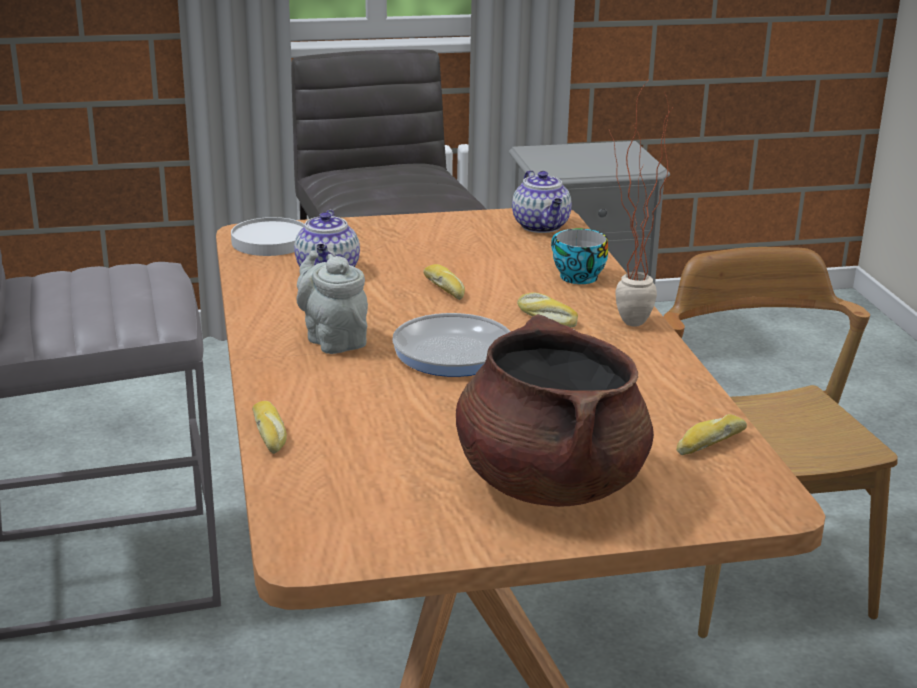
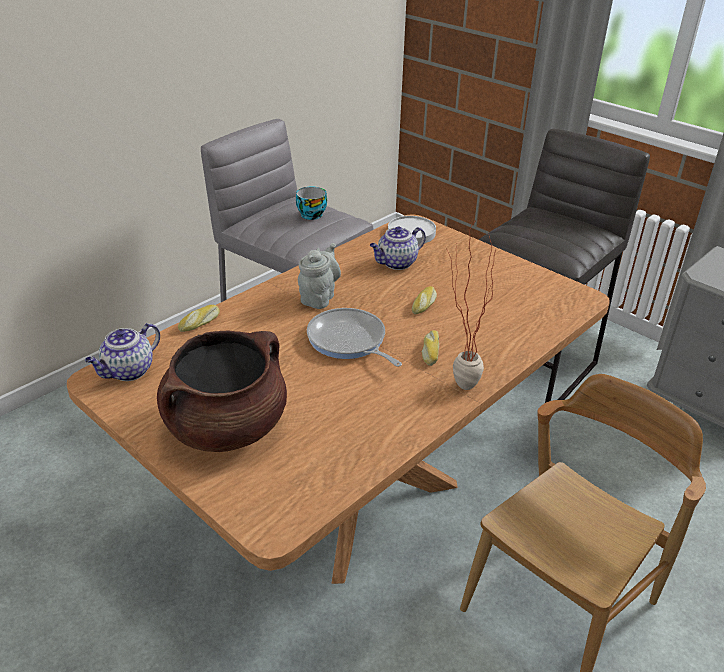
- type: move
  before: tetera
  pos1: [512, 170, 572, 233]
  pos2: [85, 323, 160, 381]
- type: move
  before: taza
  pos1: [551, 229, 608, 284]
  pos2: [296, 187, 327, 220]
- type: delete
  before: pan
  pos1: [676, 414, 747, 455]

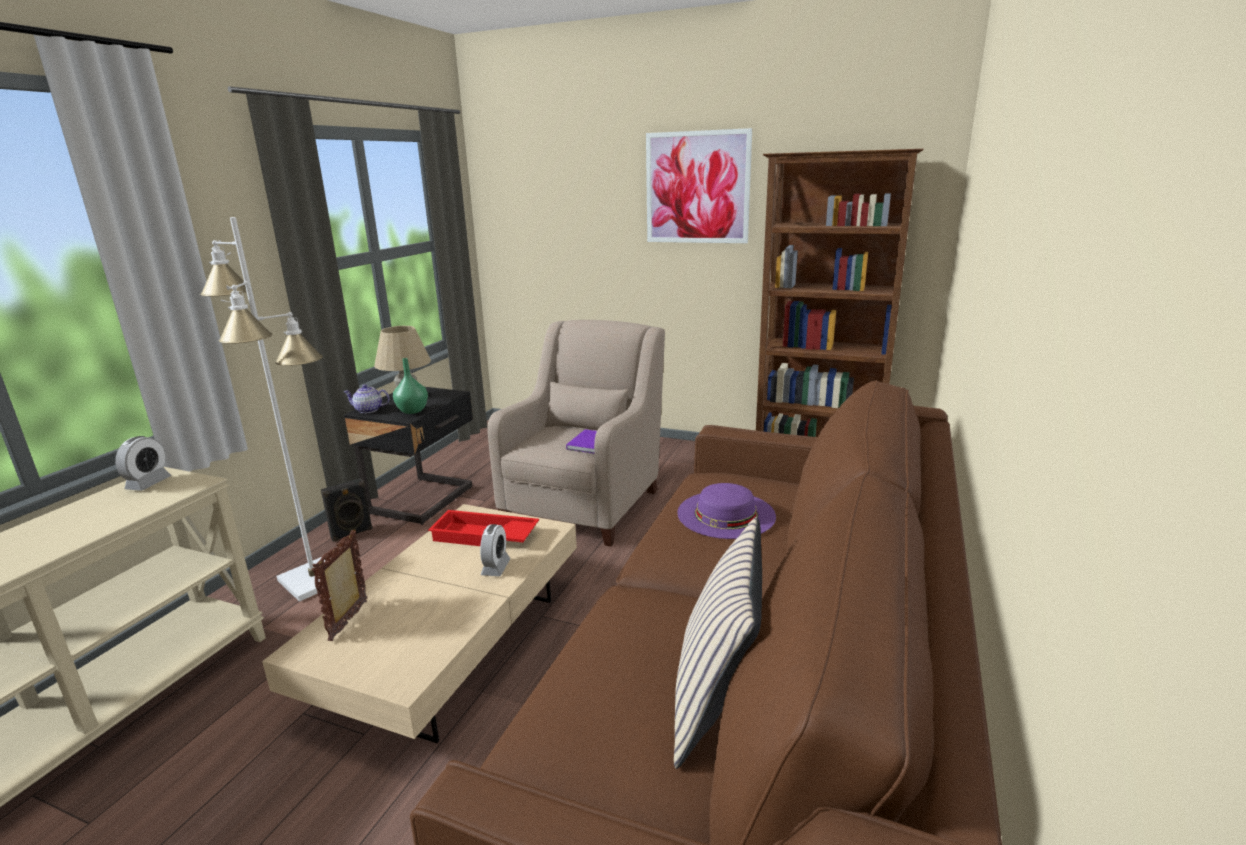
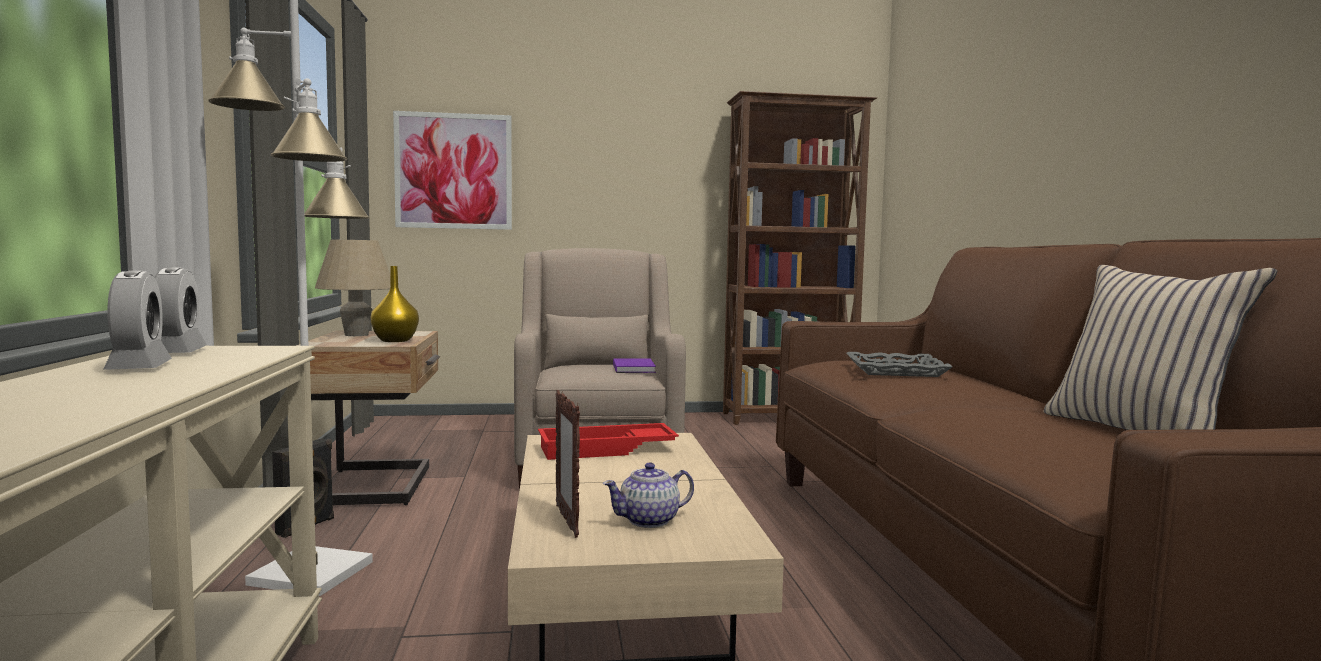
- type: move
  before: cuadro
  pos1: [646, 128, 752, 243]
  pos2: [393, 111, 512, 230]
- type: recolor
  before: florero [verde]
  after: florero [amarillo]
  pos1: [393, 358, 428, 414]
  pos2: [370, 266, 419, 342]
- type: move
  before: tetera
  pos1: [343, 384, 390, 413]
  pos2: [603, 462, 694, 528]
- type: recolor
  before: mesita de noche [negro]
  after: mesita de noche [beis]
  pos1: [344, 387, 473, 525]
  pos2: [296, 331, 440, 505]
- type: replace
  before: sombrero [morado]
  after: bandeja [gris]
  pos1: [677, 483, 776, 539]
  pos2: [846, 352, 953, 377]
- type: move
  before: despertador
  pos1: [480, 524, 511, 576]
  pos2: [103, 270, 172, 370]

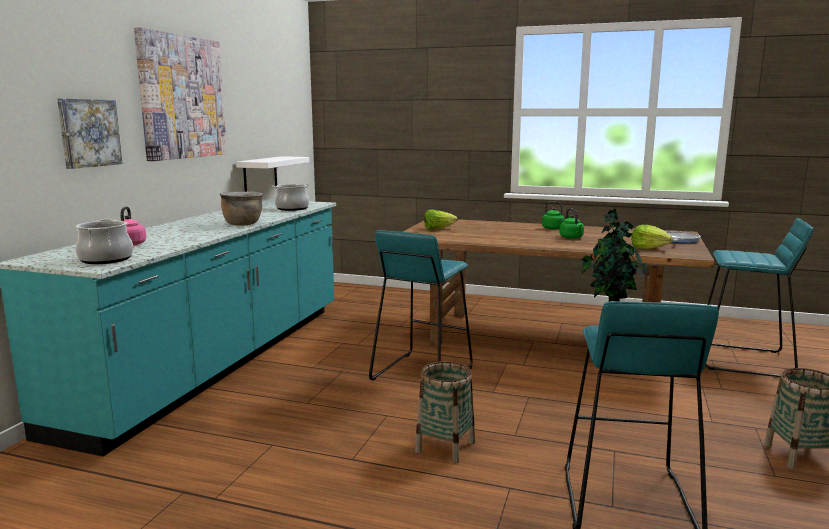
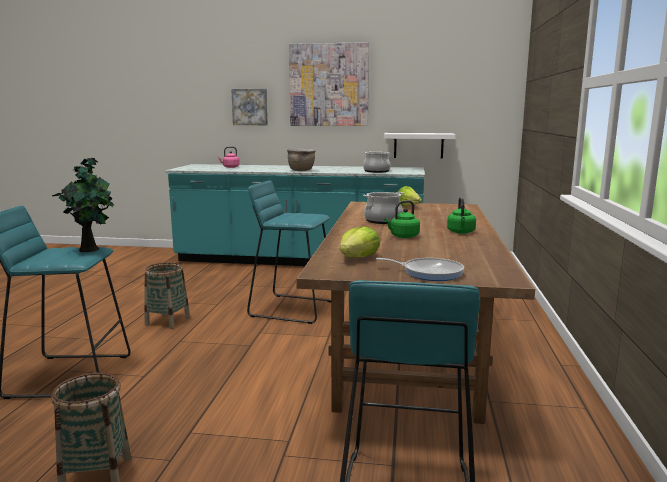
- type: move
  before: olla
  pos1: [75, 219, 133, 264]
  pos2: [363, 192, 404, 224]

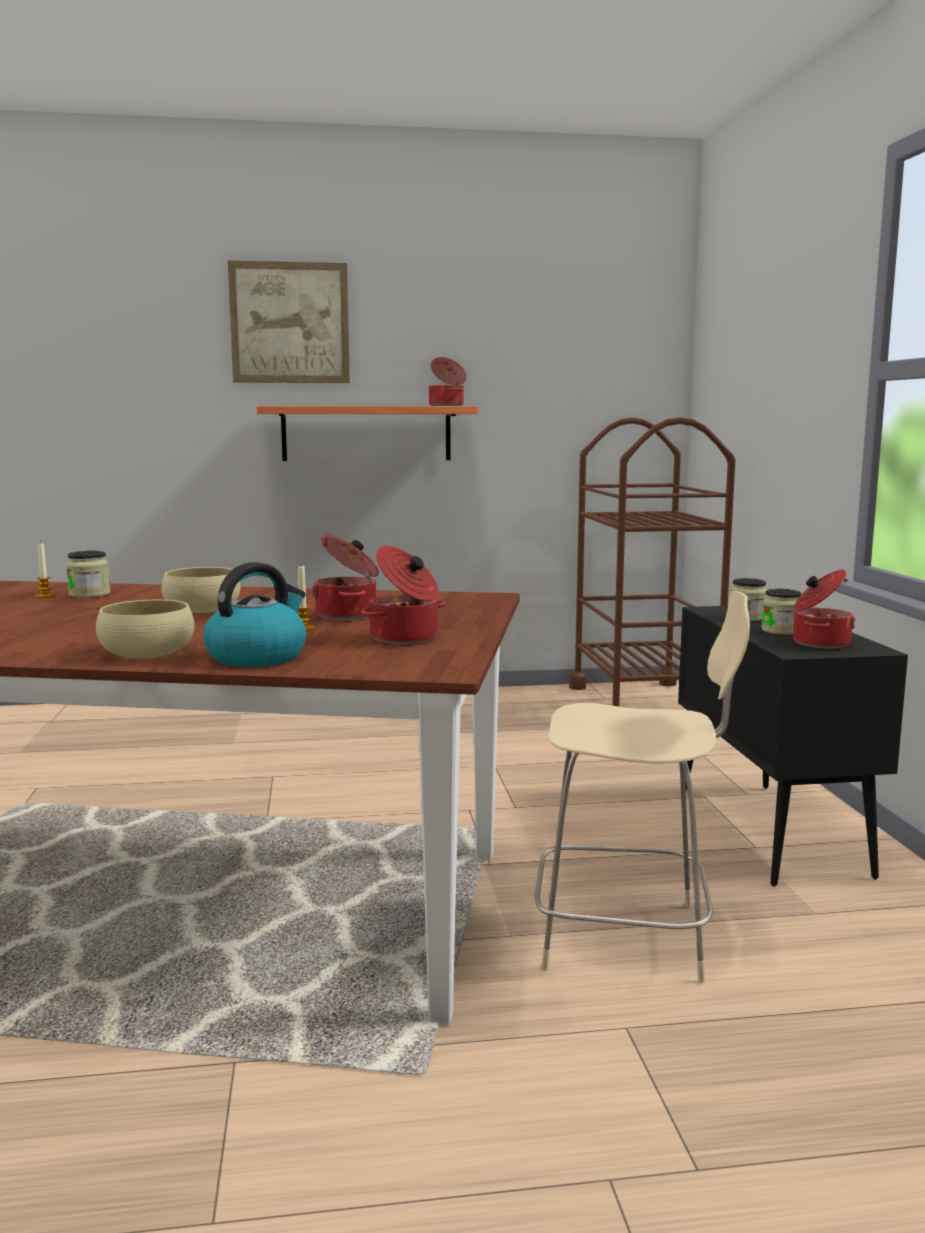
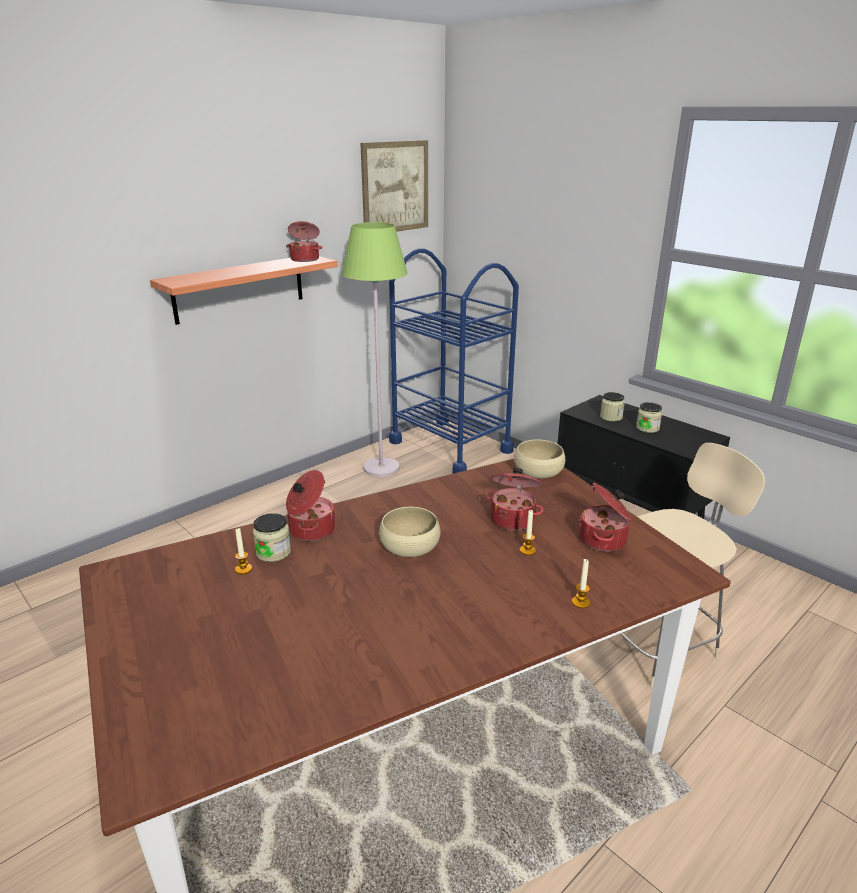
- type: move
  before: cuadro
  pos1: [228, 260, 350, 383]
  pos2: [360, 140, 428, 232]
- type: recolor
  before: carrito [marrón]
  after: carrito [azul]
  pos1: [569, 417, 735, 707]
  pos2: [389, 248, 519, 474]
- type: replace
  before: hervidor
  after: vela
  pos1: [204, 562, 306, 667]
  pos2: [572, 559, 590, 608]
- type: move
  before: olla
  pos1: [793, 570, 855, 649]
  pos2: [286, 470, 336, 541]
- type: move
  before: cuenco [beis]
  pos1: [96, 600, 194, 659]
  pos2: [514, 440, 565, 478]
- type: insert
  after: lámpara de pie [verde]
  pos2: [342, 222, 407, 477]

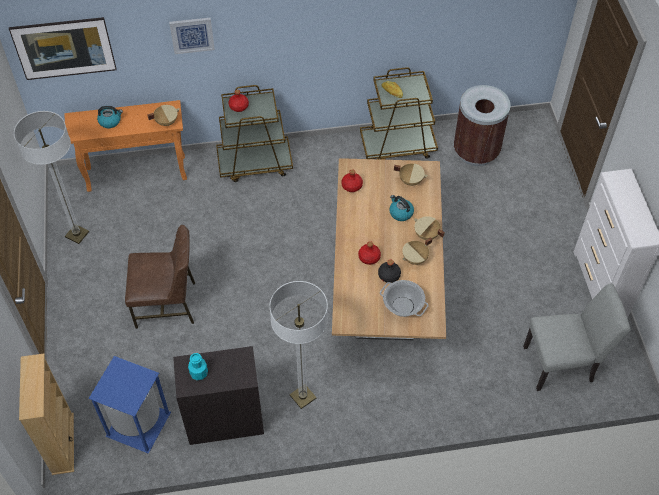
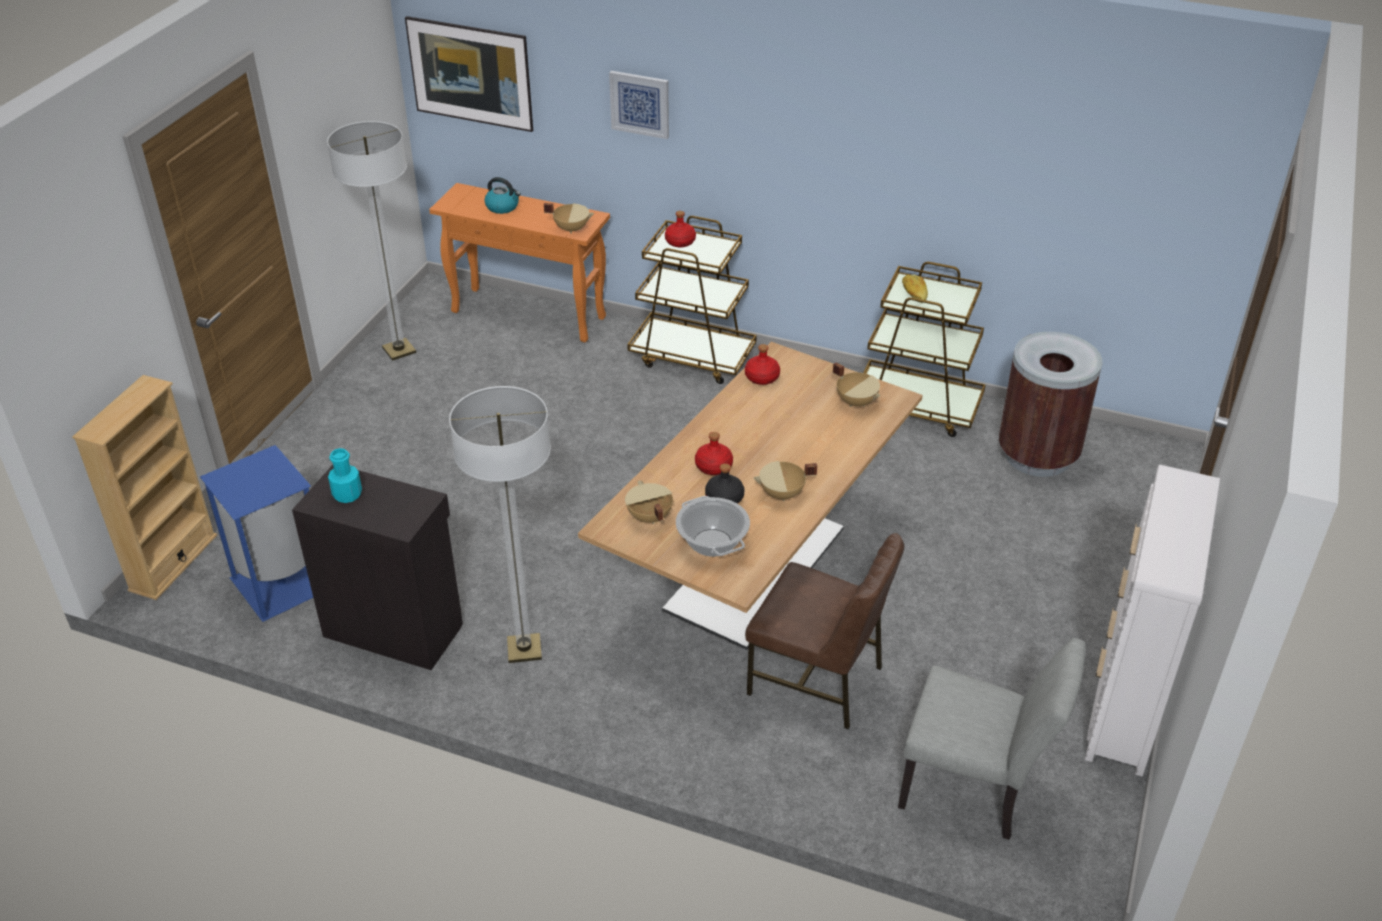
- type: delete
  before: hervidor
  pos1: [389, 195, 414, 221]
- type: move
  before: olla [beis]
  pos1: [414, 216, 445, 240]
  pos2: [625, 480, 673, 524]
- type: move
  before: silla [marrón]
  pos1: [125, 225, 195, 329]
  pos2: [745, 533, 904, 729]

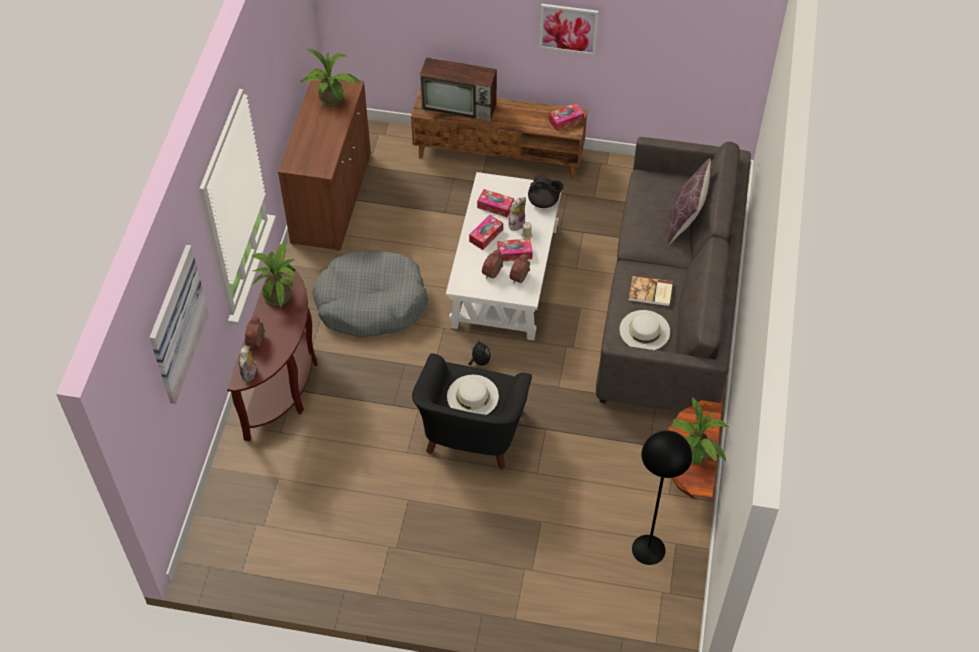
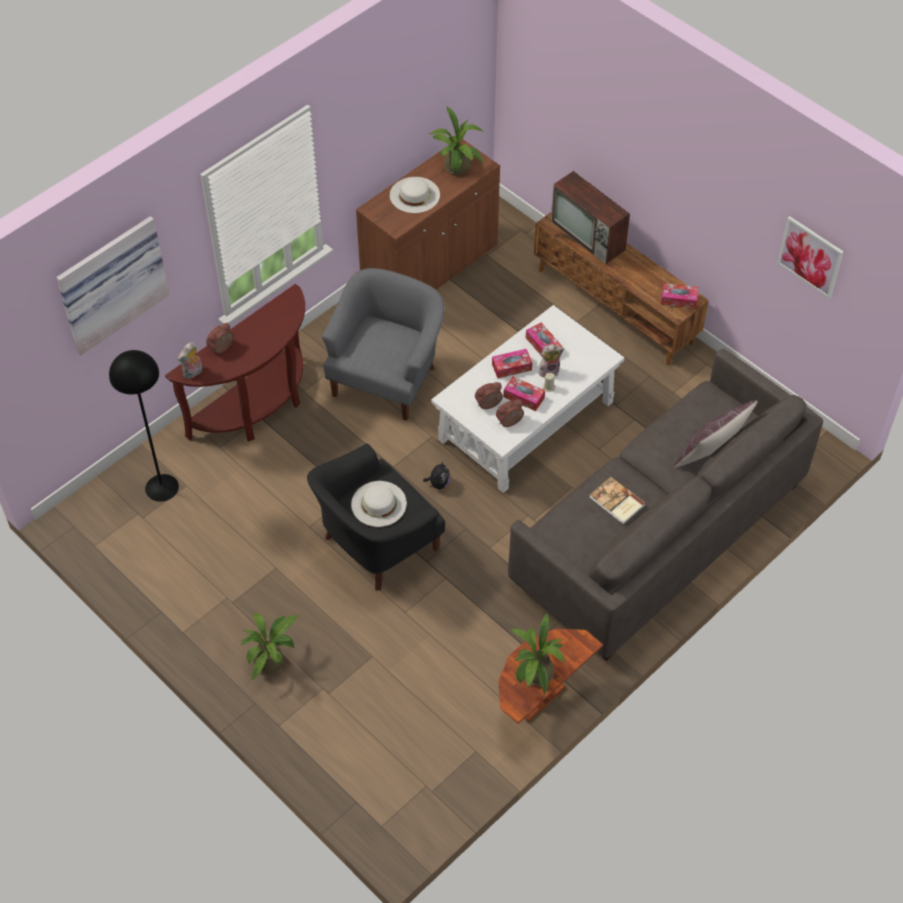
- type: move
  before: cuadro
  pos1: [539, 4, 599, 55]
  pos2: [777, 216, 844, 298]
- type: delete
  before: tetera [negro]
  pos1: [528, 175, 563, 208]
- type: move
  before: planta en maceta
  pos1: [252, 242, 297, 308]
  pos2: [240, 613, 298, 680]
- type: replace
  before: cama para perro [gris]
  after: sillón [gris]
  pos1: [312, 249, 428, 337]
  pos2: [322, 268, 445, 421]
- type: move
  before: sombrero [blanco]
  pos1: [620, 310, 670, 350]
  pos2: [390, 177, 440, 213]
- type: move
  before: lámpara de pie [negro]
  pos1: [632, 431, 692, 565]
  pos2: [109, 350, 179, 502]

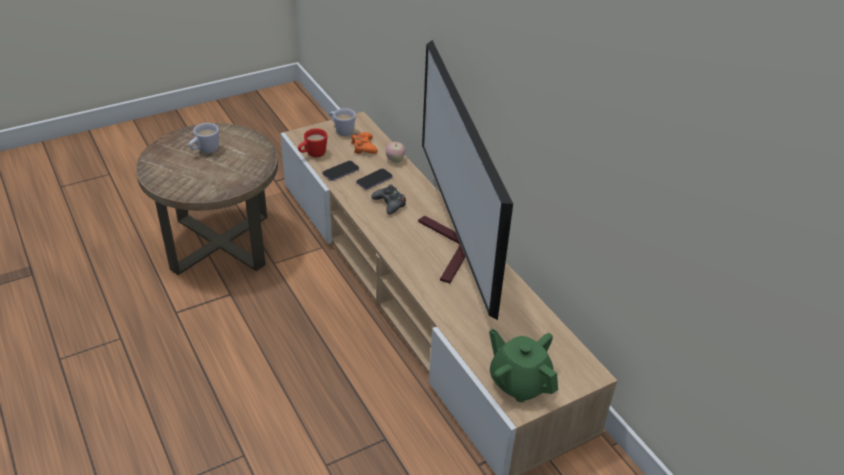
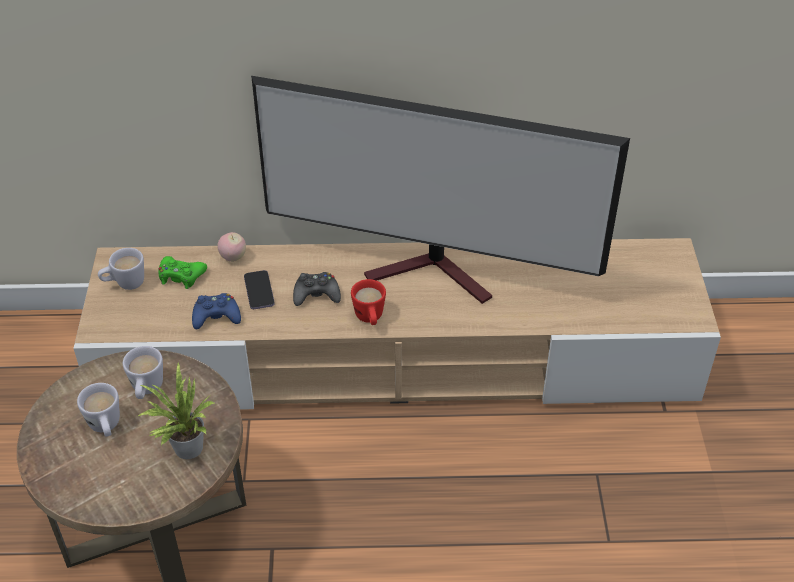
- type: move
  before: taza grande [rojo]
  pos1: [298, 129, 327, 157]
  pos2: [351, 279, 386, 325]
- type: recolor
  before: mando de consola [naranja]
  after: mando de consola [verde]
  pos1: [351, 132, 378, 154]
  pos2: [158, 256, 207, 289]
- type: replace
  before: móvil
  after: mando de consola [azul]
  pos1: [322, 161, 359, 181]
  pos2: [192, 293, 241, 329]
- type: delete
  before: tetera [verde]
  pos1: [489, 328, 558, 402]
- type: insert
  after: taza grande [blanco]
  pos2: [123, 346, 163, 399]
- type: insert
  after: planta en maceta
  pos2: [138, 361, 216, 459]

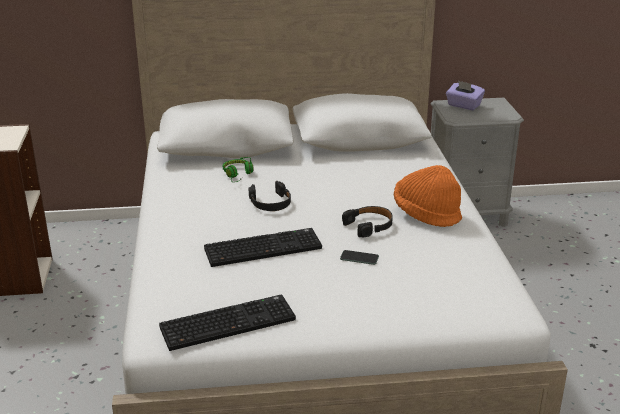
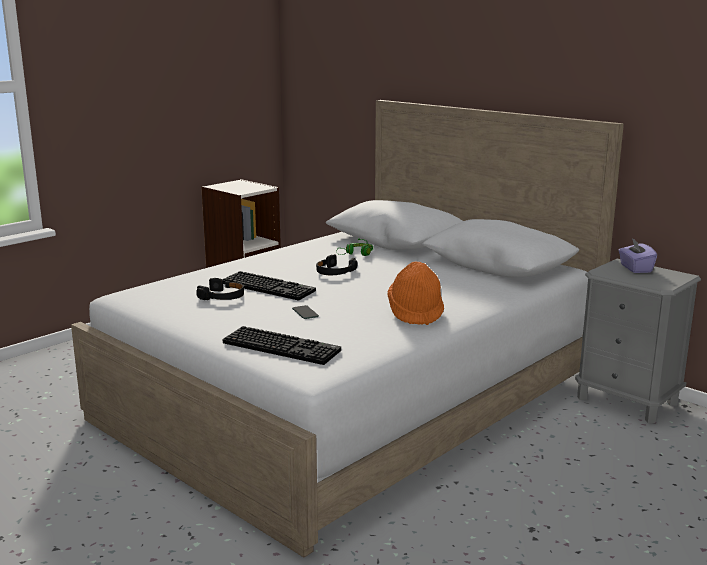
- type: move
  before: auriculares [negro]
  pos1: [342, 206, 393, 238]
  pos2: [196, 278, 244, 300]
- type: move
  before: teclado
  pos1: [159, 294, 296, 351]
  pos2: [223, 326, 341, 365]

